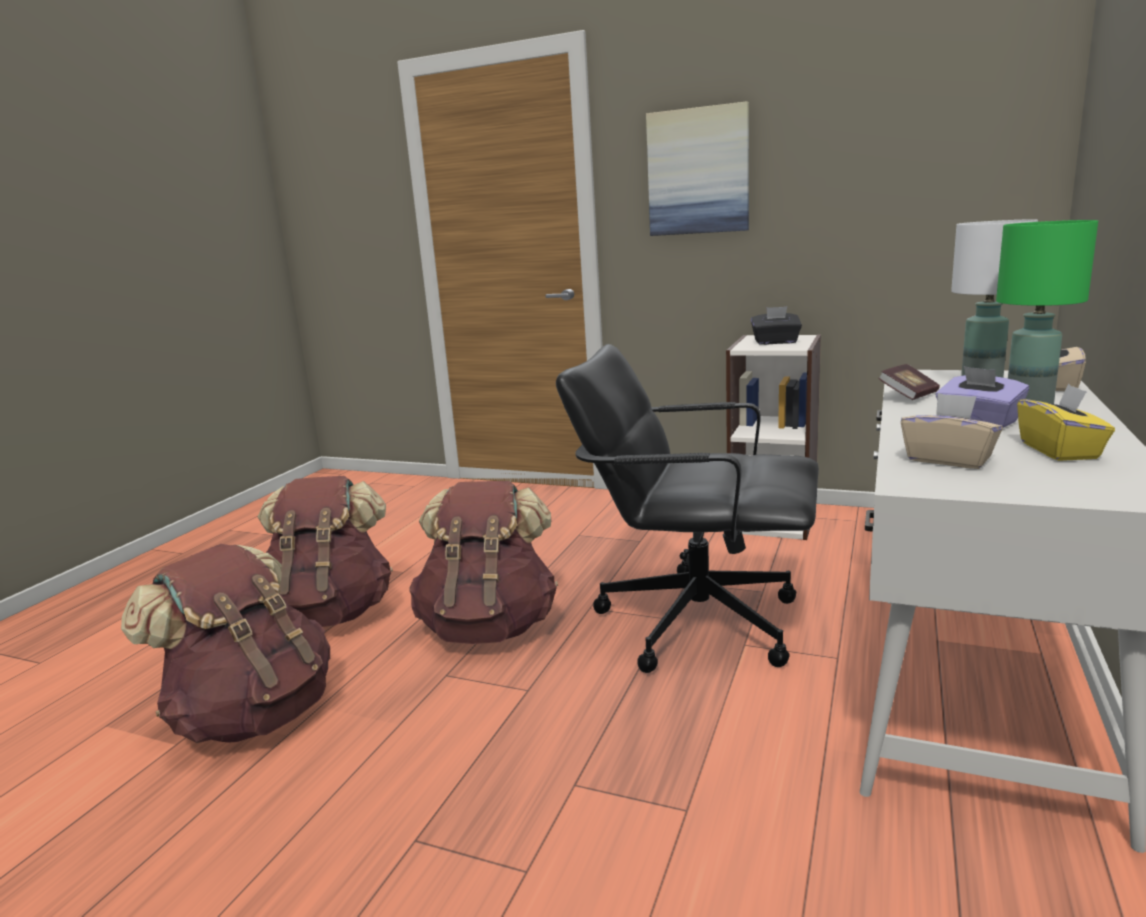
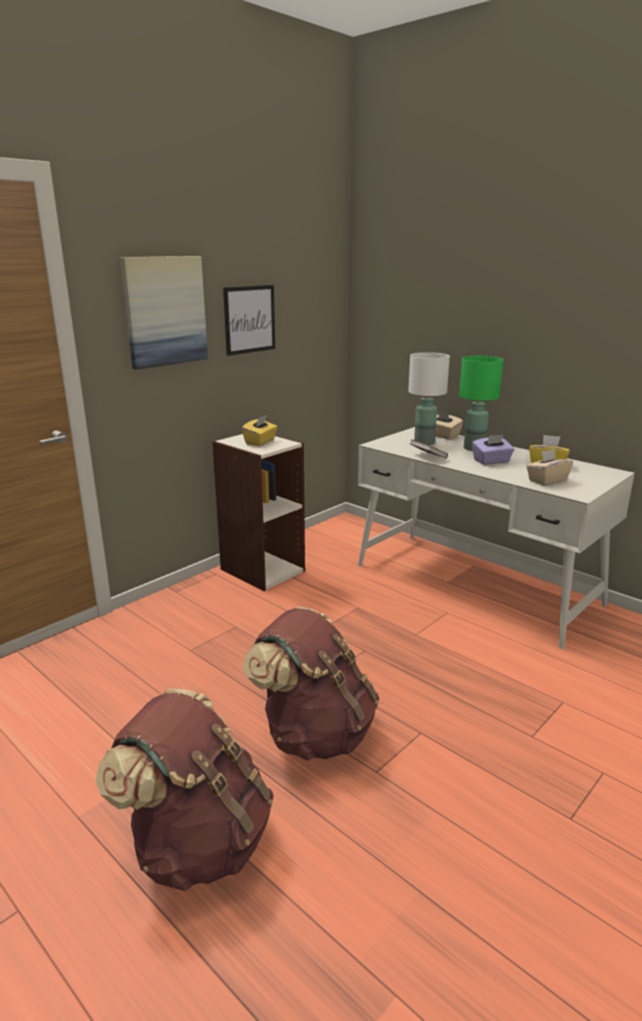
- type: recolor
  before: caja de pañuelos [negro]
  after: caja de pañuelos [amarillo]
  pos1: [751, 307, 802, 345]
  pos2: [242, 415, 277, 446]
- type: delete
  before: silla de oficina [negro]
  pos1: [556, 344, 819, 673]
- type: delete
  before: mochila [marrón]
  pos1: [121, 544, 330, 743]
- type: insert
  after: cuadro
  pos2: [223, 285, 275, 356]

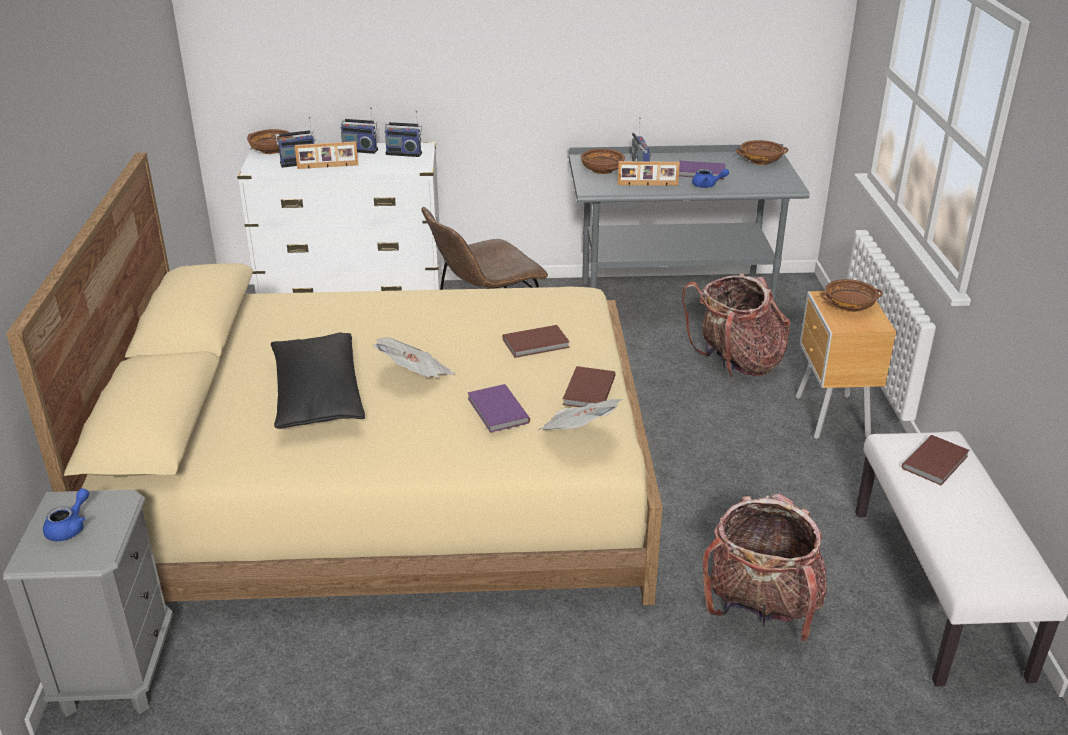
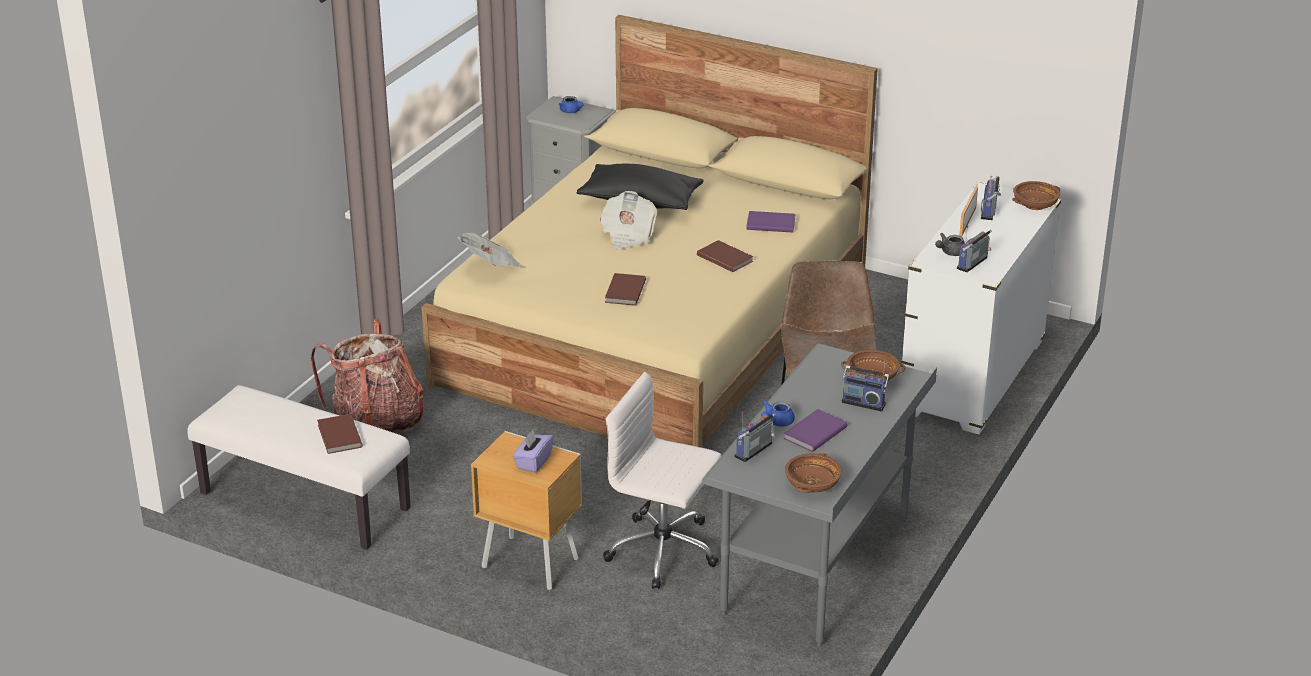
- type: move
  before: radio
  pos1: [340, 107, 378, 154]
  pos2: [734, 411, 775, 462]
- type: delete
  before: portarretratos
  pos1: [618, 161, 680, 186]
- type: replace
  before: mochila
  after: silla de oficina [blanco]
  pos1: [682, 273, 790, 378]
  pos2: [603, 372, 721, 589]
- type: replace
  before: cuenco [marrón]
  after: caja de pañuelos [morado]
  pos1: [820, 279, 883, 312]
  pos2: [513, 430, 554, 473]
- type: move
  before: libro [marrón]
  pos1: [563, 366, 615, 407]
  pos2: [697, 240, 753, 272]
- type: move
  before: libro [morado]
  pos1: [467, 384, 530, 433]
  pos2: [746, 211, 796, 233]
- type: insert
  after: tetera [gris]
  pos2: [935, 233, 965, 256]

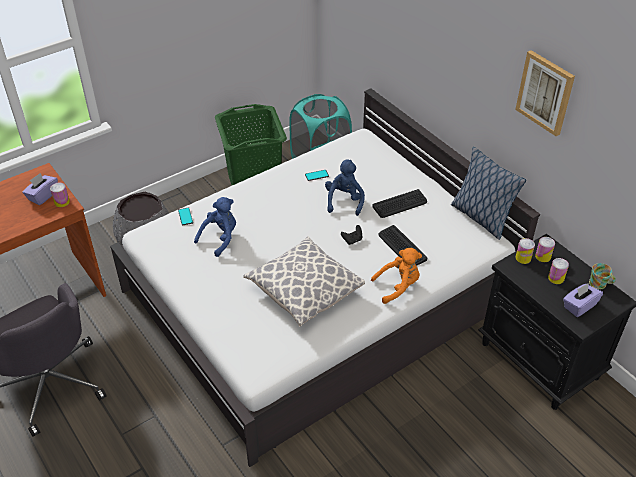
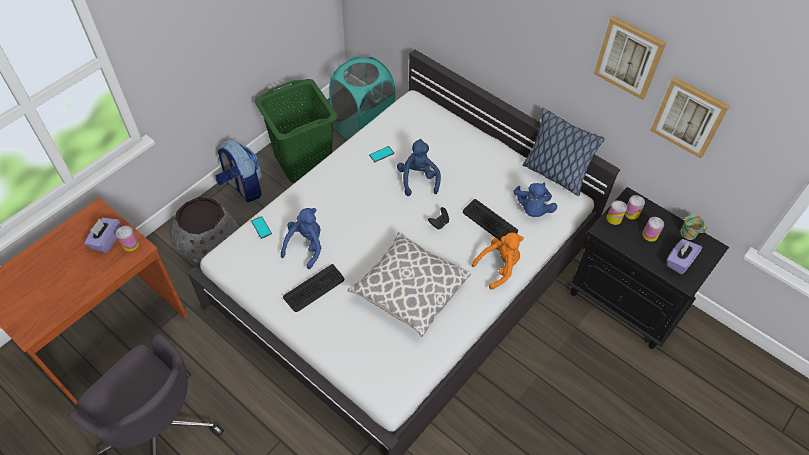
- type: move
  before: teclado
  pos1: [372, 189, 427, 218]
  pos2: [283, 264, 344, 312]
- type: insert
  after: cuadro
  pos2: [650, 77, 730, 158]
- type: insert
  after: mochila
  pos2: [216, 139, 262, 202]
- type: insert
  after: peluche [azul]
  pos2: [514, 183, 557, 217]

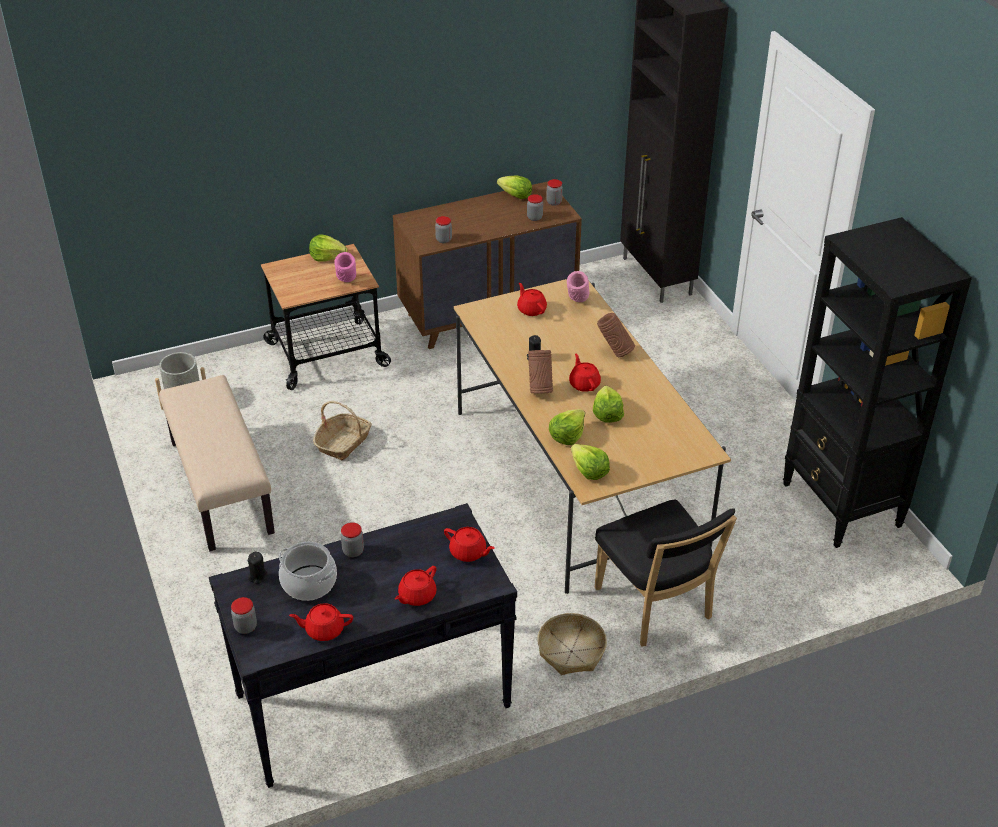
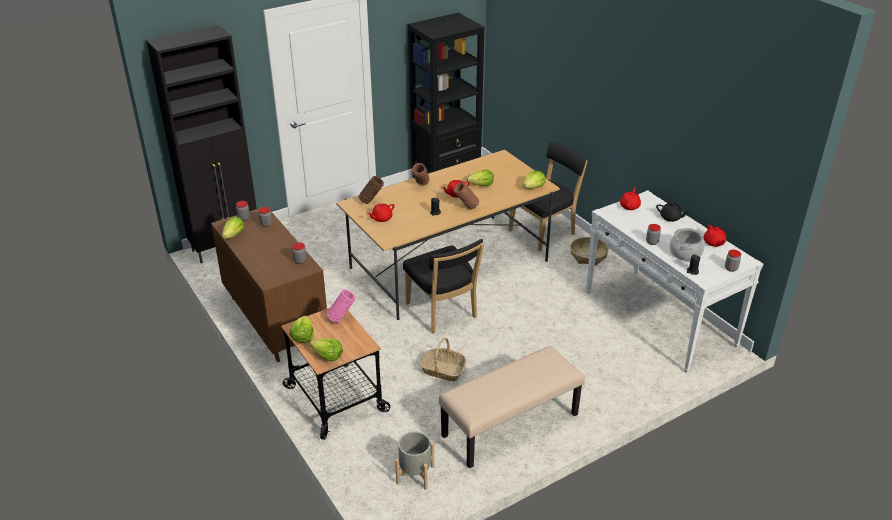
- type: recolor
  before: florero [rosa]
  after: florero [marrón]
  pos1: [567, 271, 589, 302]
  pos2: [358, 176, 384, 204]
- type: move
  before: lechuga
  pos1: [549, 409, 585, 445]
  pos2: [310, 338, 343, 362]
- type: recolor
  before: mesa consola [negro]
  after: mesa consola [blanco]
  pos1: [209, 503, 517, 788]
  pos2: [586, 190, 763, 373]
- type: recolor
  before: tetera [rojo]
  after: tetera [negro]
  pos1: [395, 566, 436, 606]
  pos2: [656, 203, 690, 222]
- type: insert
  after: silla [negro]
  pos2: [403, 239, 484, 333]

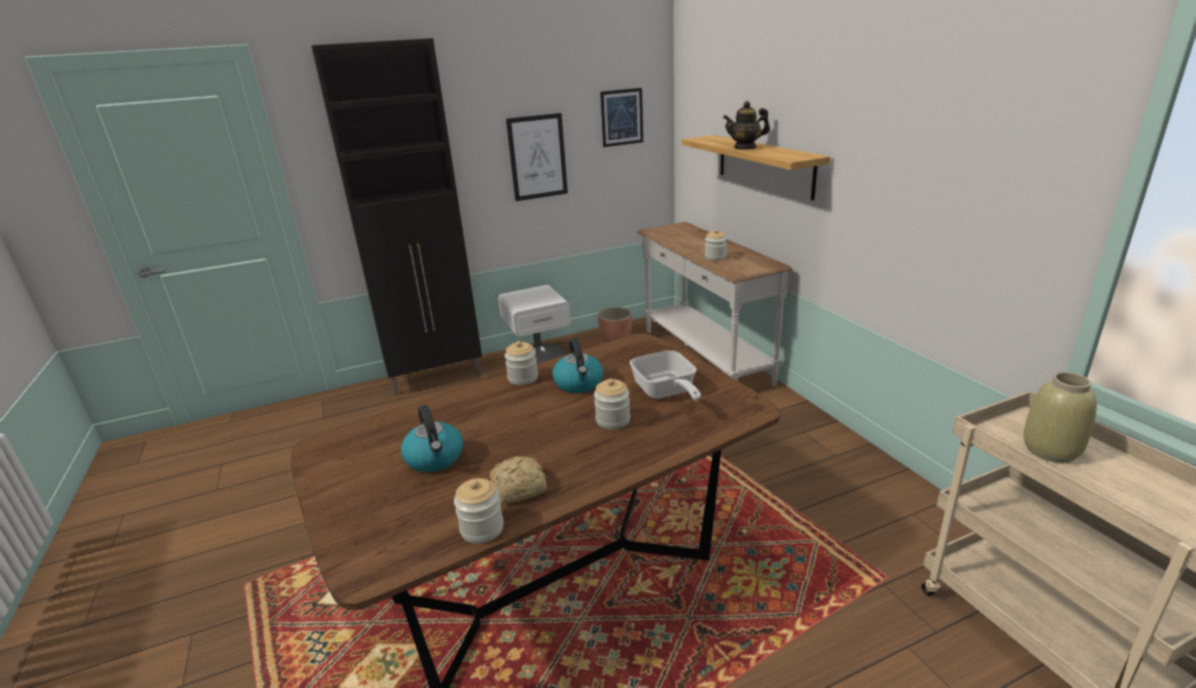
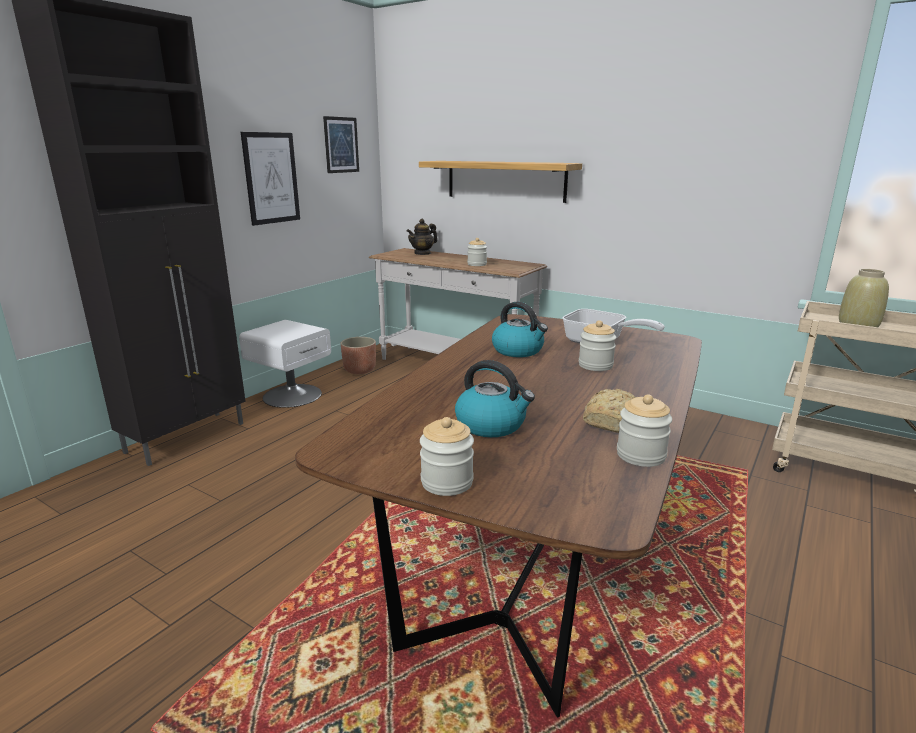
- type: move
  before: tetera
  pos1: [723, 101, 770, 150]
  pos2: [407, 219, 438, 255]
- type: move
  before: tarro
  pos1: [505, 341, 538, 385]
  pos2: [420, 417, 474, 496]

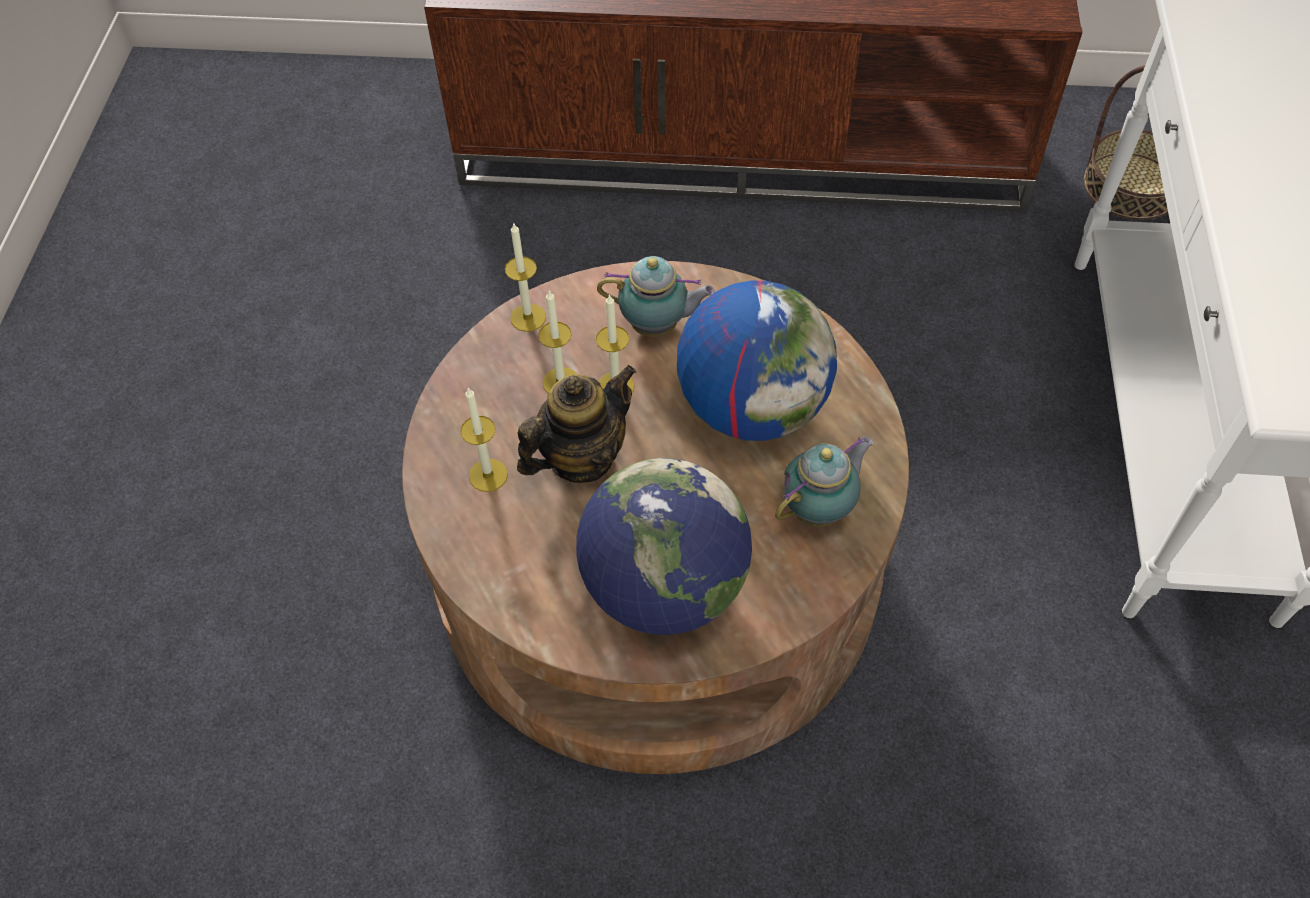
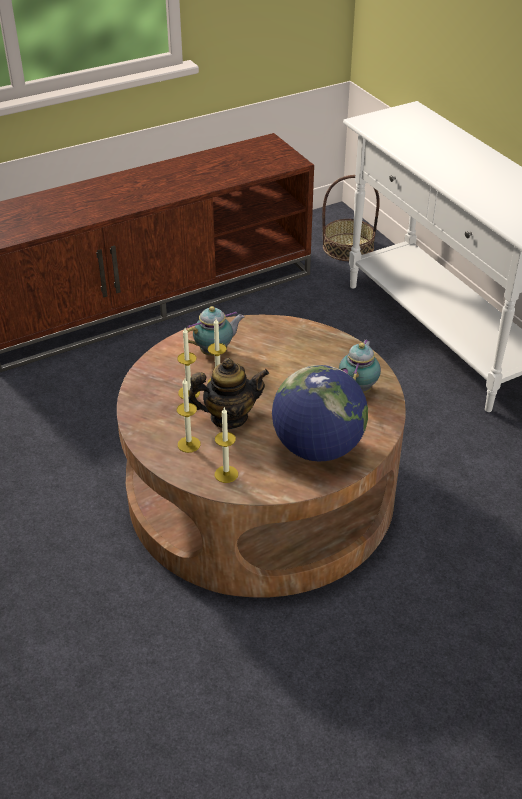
- type: move
  before: vela
  pos1: [505, 224, 546, 332]
  pos2: [215, 408, 238, 483]
- type: delete
  before: globo terráqueo
  pos1: [677, 281, 837, 441]
- type: rotate
  before: tetera
  pos1: [517, 365, 636, 483]
  pos2: [188, 358, 269, 429]
  turn: 60

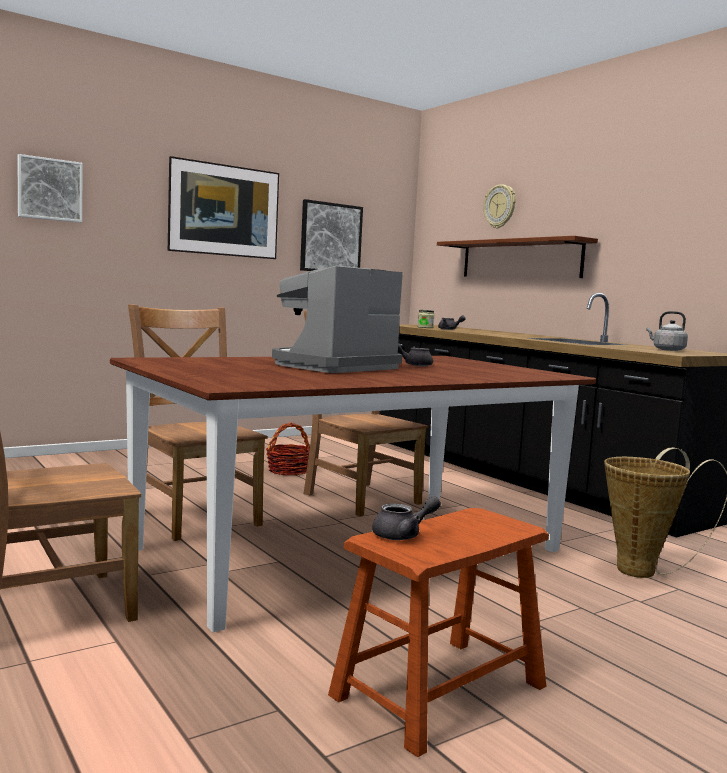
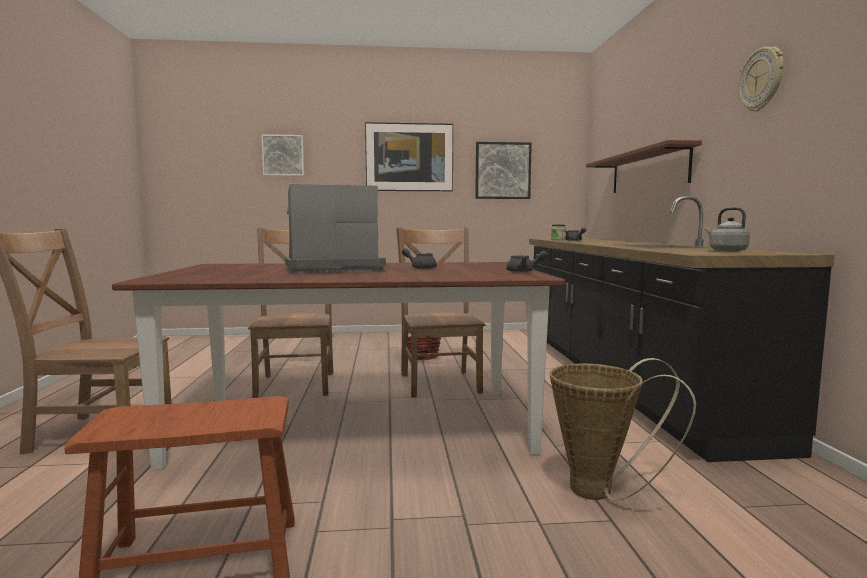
- type: move
  before: reloj de pared
  pos1: [484, 184, 516, 228]
  pos2: [738, 46, 784, 111]
- type: move
  before: tetera [gris]
  pos1: [372, 496, 441, 540]
  pos2: [506, 251, 548, 272]

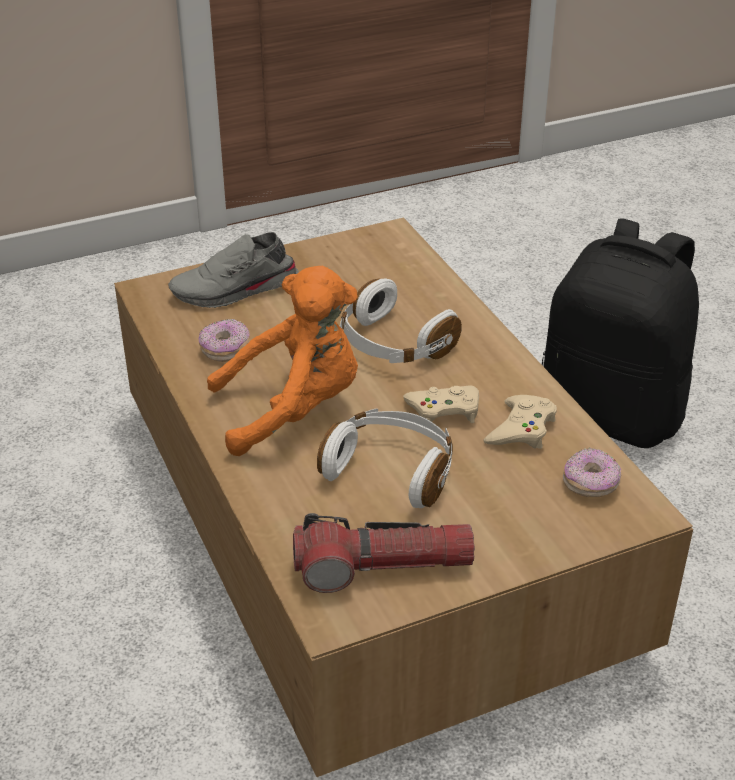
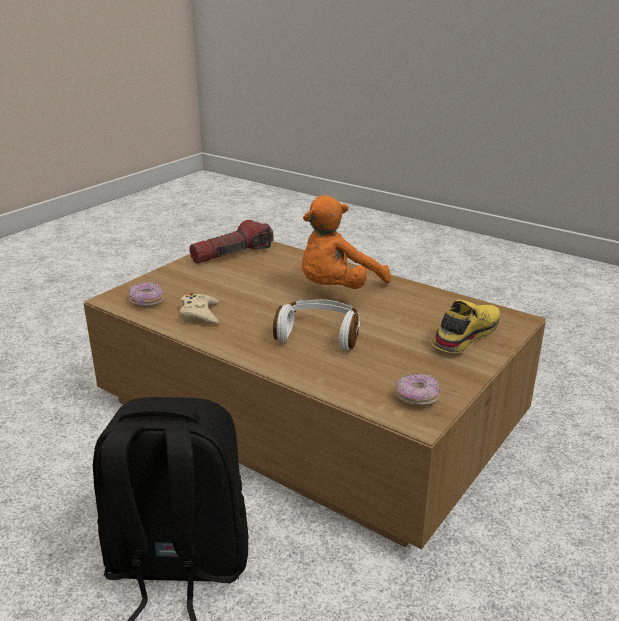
- type: recolor
  before: zapato [gris]
  after: zapato [amarillo]
  pos1: [168, 232, 299, 308]
  pos2: [432, 300, 501, 354]
- type: move
  before: rosquilla
  pos1: [199, 319, 250, 362]
  pos2: [395, 374, 440, 407]
- type: delete
  before: mando de consola [beis]
  pos1: [403, 385, 479, 423]
- type: delete
  before: auriculares [blanco]
  pos1: [317, 409, 452, 508]

